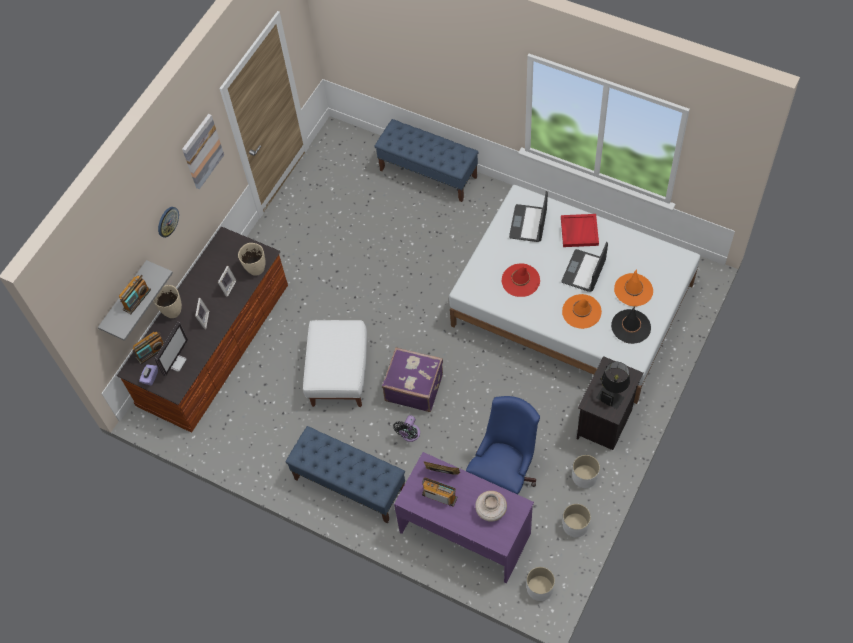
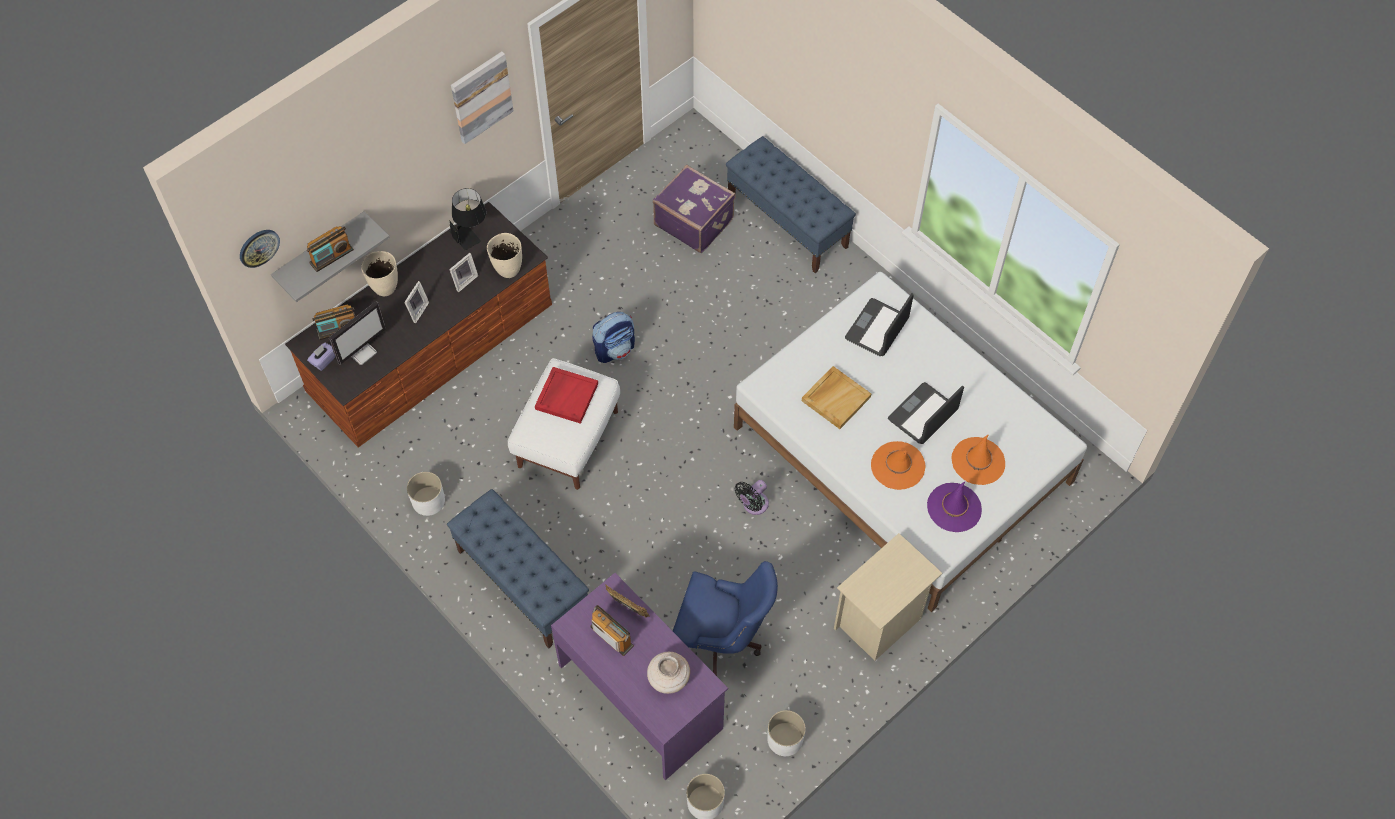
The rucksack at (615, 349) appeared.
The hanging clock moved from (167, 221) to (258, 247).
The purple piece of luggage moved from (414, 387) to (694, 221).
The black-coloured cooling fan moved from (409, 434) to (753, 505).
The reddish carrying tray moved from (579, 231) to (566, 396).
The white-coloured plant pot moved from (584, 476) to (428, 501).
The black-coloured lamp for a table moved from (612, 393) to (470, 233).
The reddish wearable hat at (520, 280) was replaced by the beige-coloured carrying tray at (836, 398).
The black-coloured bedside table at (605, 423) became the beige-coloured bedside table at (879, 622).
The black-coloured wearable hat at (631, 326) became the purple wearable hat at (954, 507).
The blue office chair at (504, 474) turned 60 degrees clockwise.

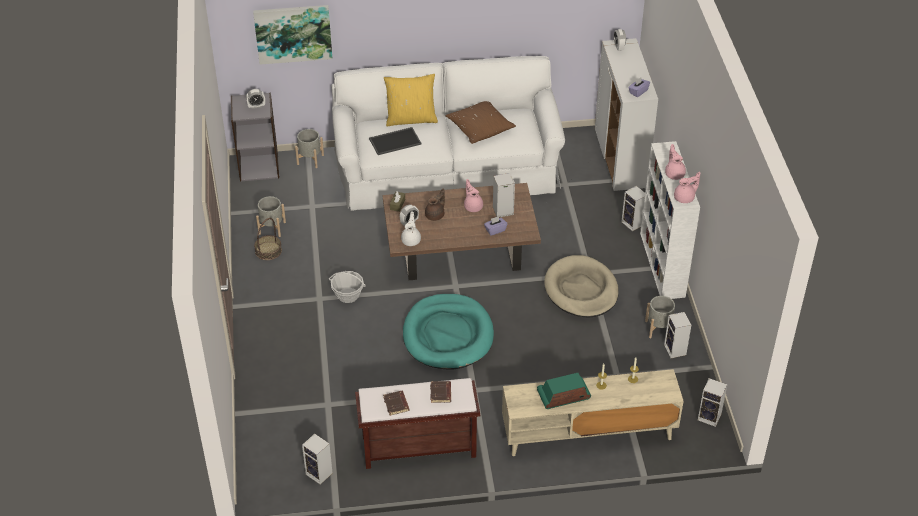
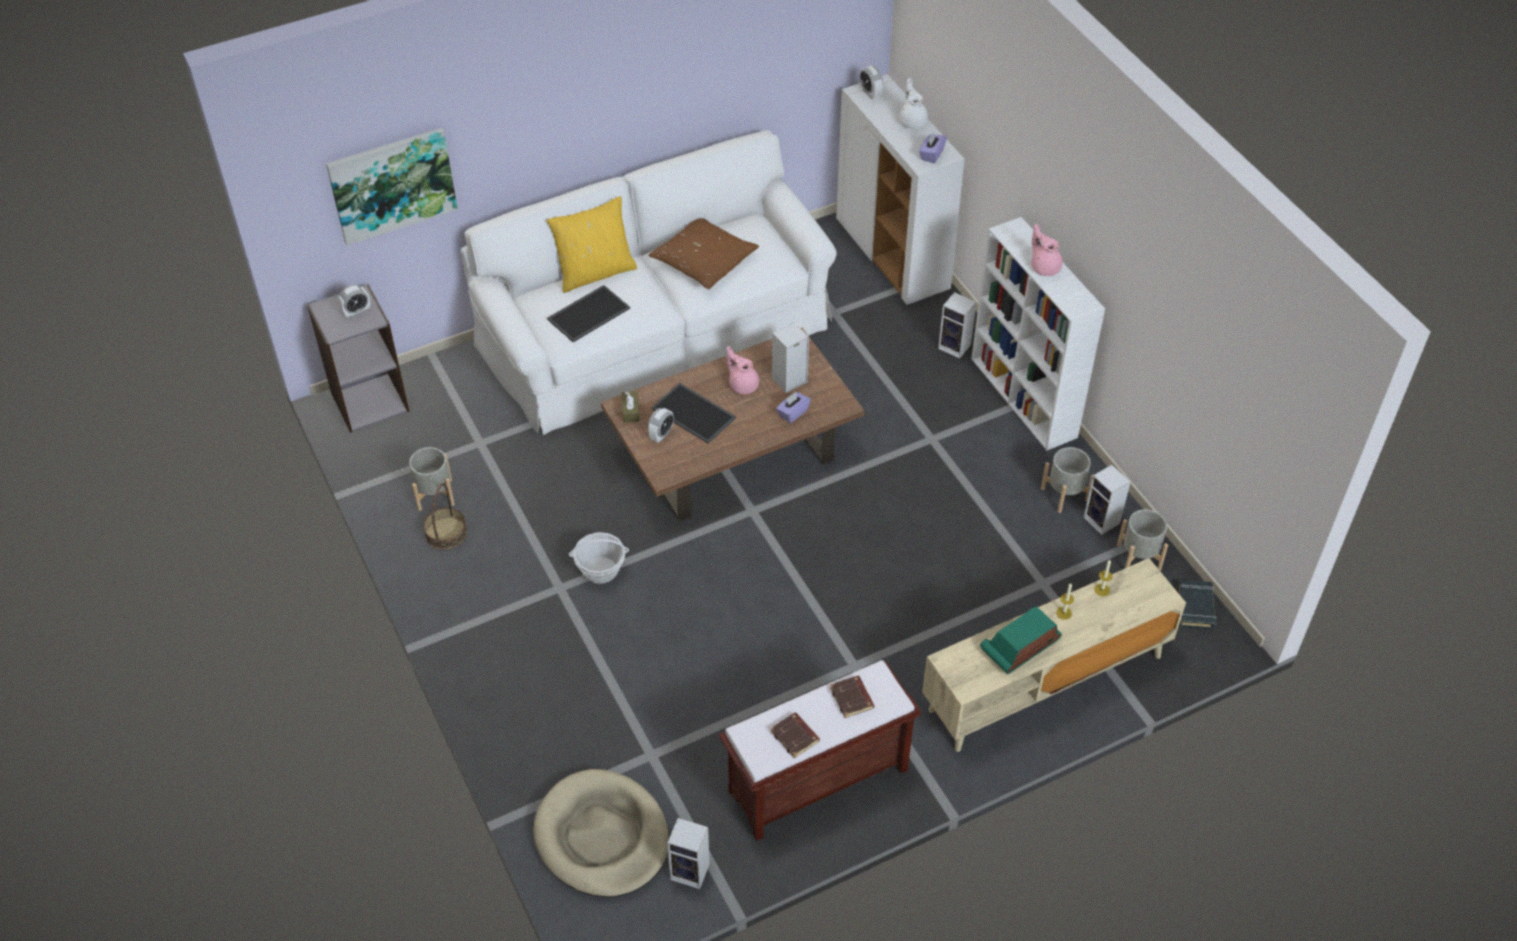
The turquoise-coloured pet bed at (448, 335) disappeared.
The pinkish tea pot at (685, 198) disappeared.
The gray plant pot moved from (310, 159) to (1138, 557).
The white-coloured tea pot moved from (411, 240) to (913, 121).
The beige-coloured pet bed moved from (581, 290) to (602, 837).
The brown-coloured tea pot at (435, 215) was replaced by the carrying tray at (695, 413).
The speaker at (710, 417) was replaced by the black-coloured book at (1196, 607).

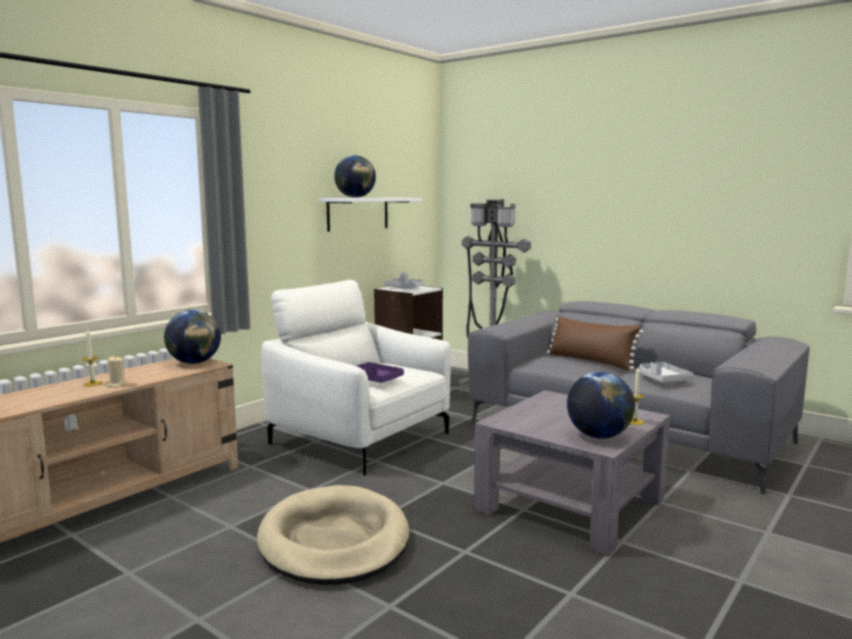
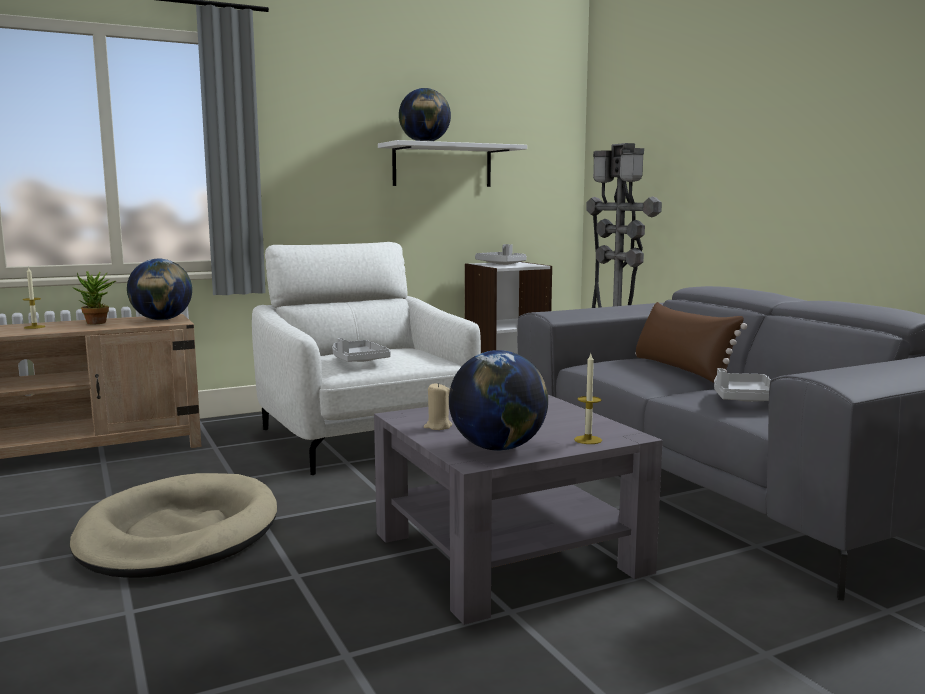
The potted plant at (97, 323) appeared.
The beige-coloured candle moved from (117, 385) to (438, 427).
The purple carrying tray at (375, 379) became the gray carrying tray at (357, 360).

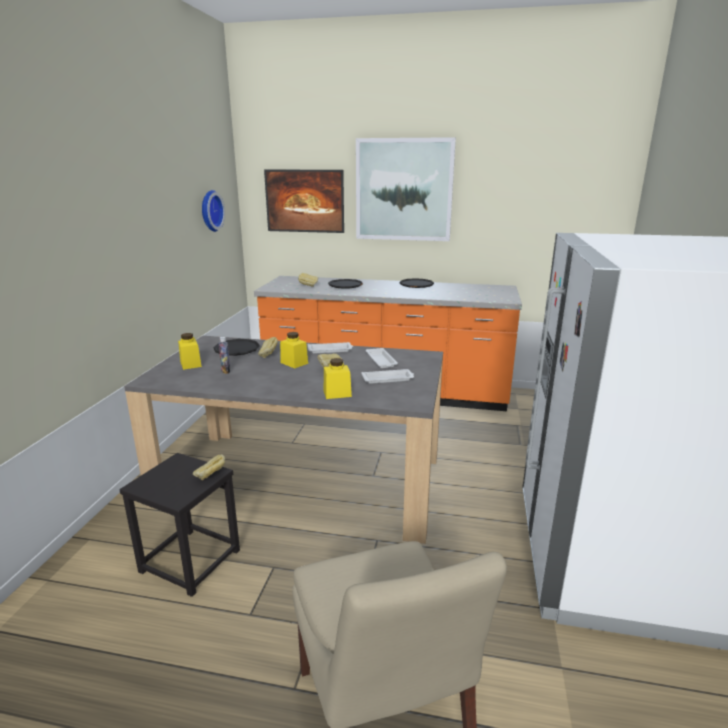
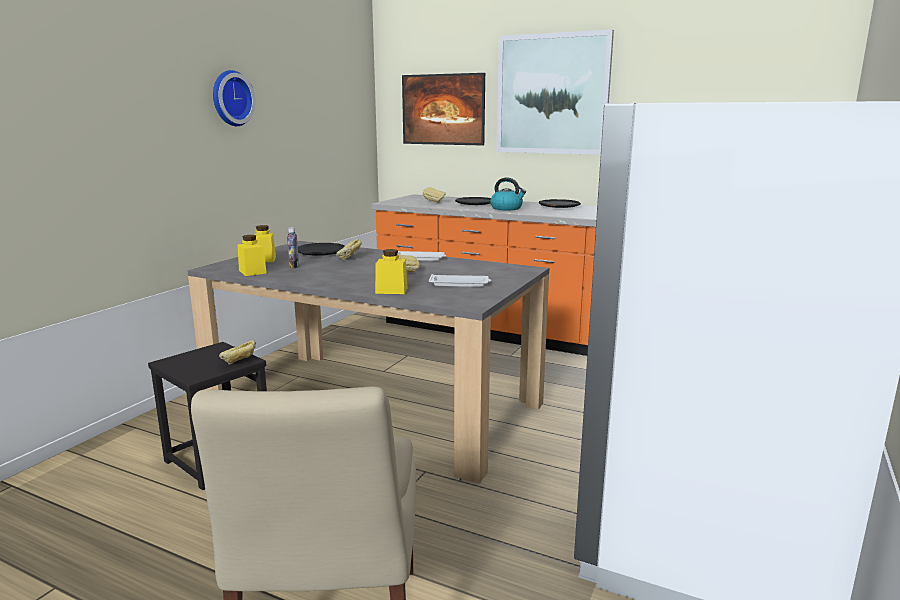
The white-coloured carrying tray at (381, 361) disappeared.
The kettle at (507, 208) appeared.
The hanging clock moved from (210, 211) to (230, 98).
The yellowish jar moved from (294, 363) to (252, 272).

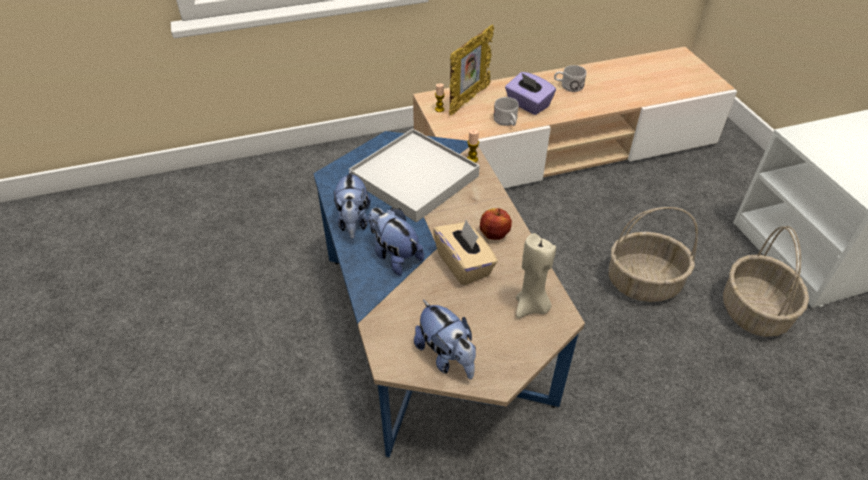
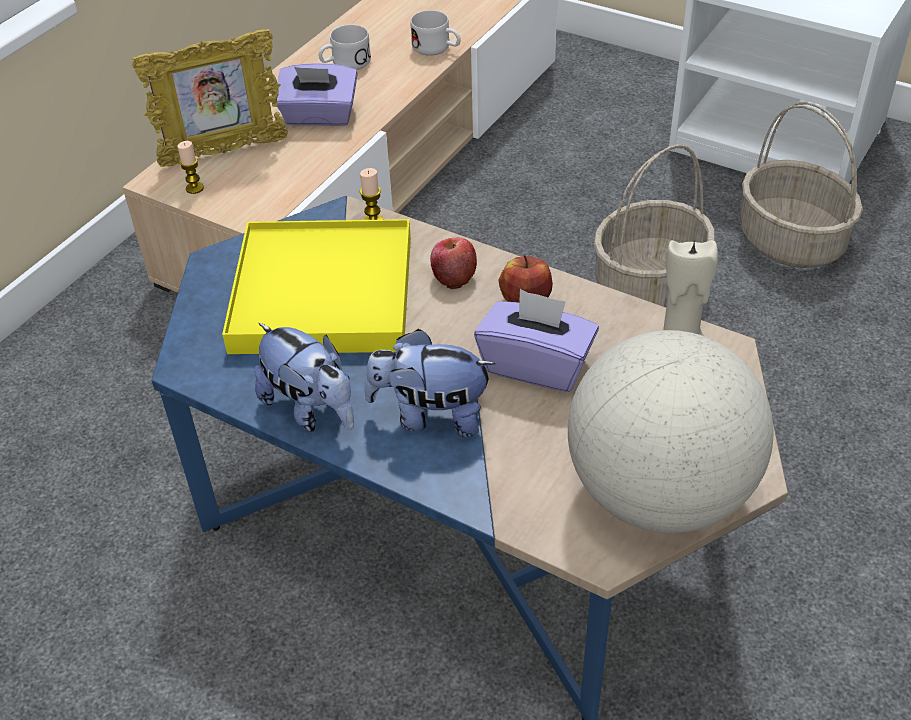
The apple fruit at (453, 276) appeared.
The white-coloured coffee mug moved from (507, 122) to (437, 48).
The cuddly toy at (446, 357) was replaced by the world globe at (659, 493).
The white-coloured carrying tray at (414, 178) became the yellowish carrying tray at (322, 294).
The beige-coloured tissue box at (464, 264) became the purple tissue box at (536, 365).
The photo frame at (468, 100) turned 75 degrees clockwise.

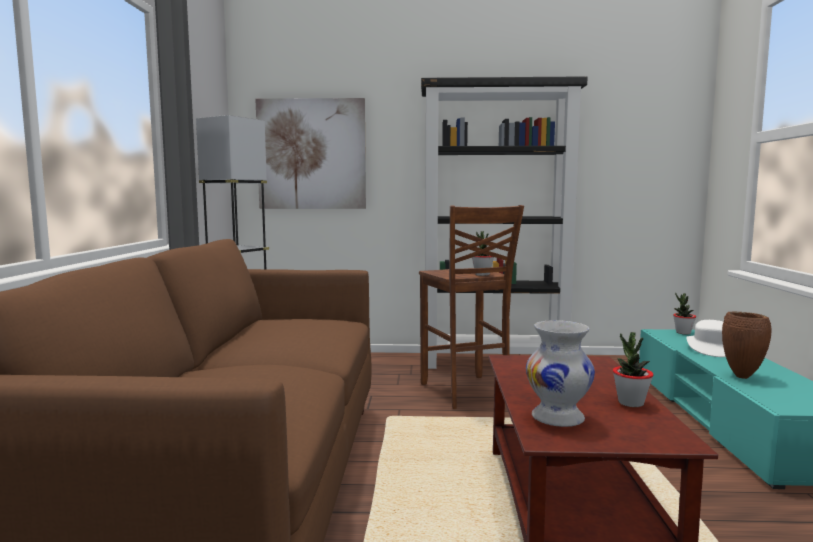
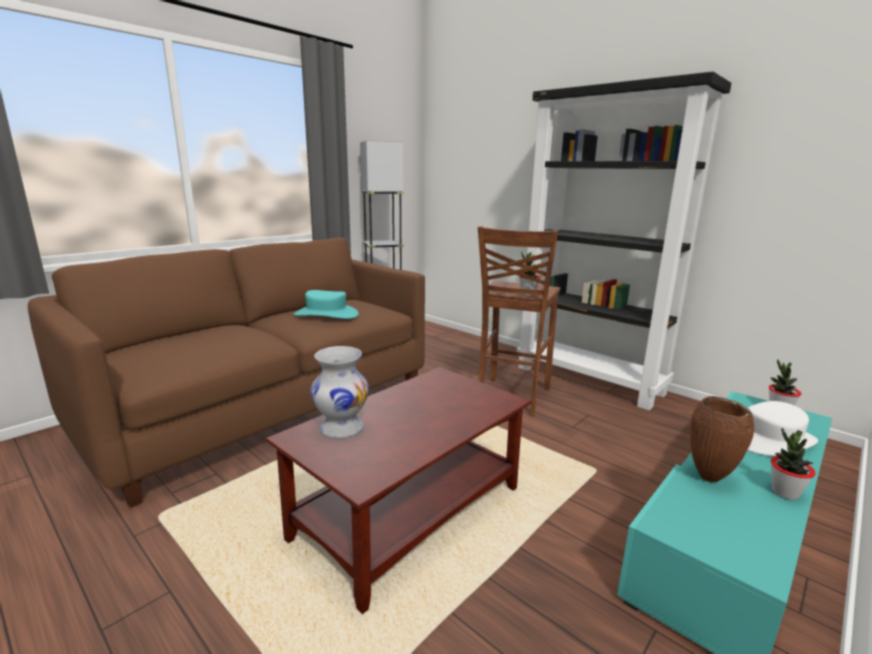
The picture at (311, 154) disappeared.
The turquoise-coloured wearable hat at (326, 314) appeared.
The potted plant moved from (630, 403) to (784, 492).

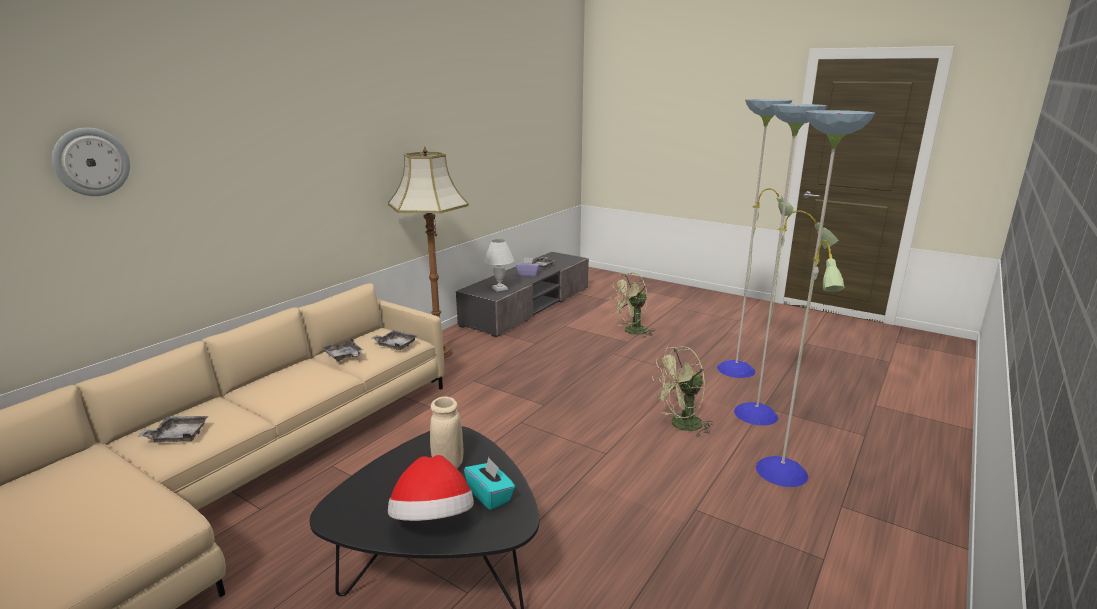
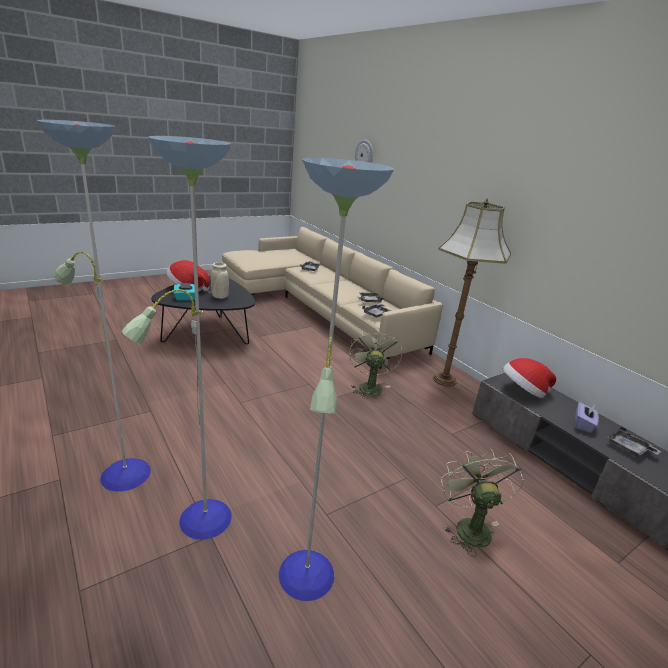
The green cooling fan moved from (680, 425) to (369, 386).
The white-coloured lamp for a table at (500, 288) was replaced by the wearable hat at (523, 392).

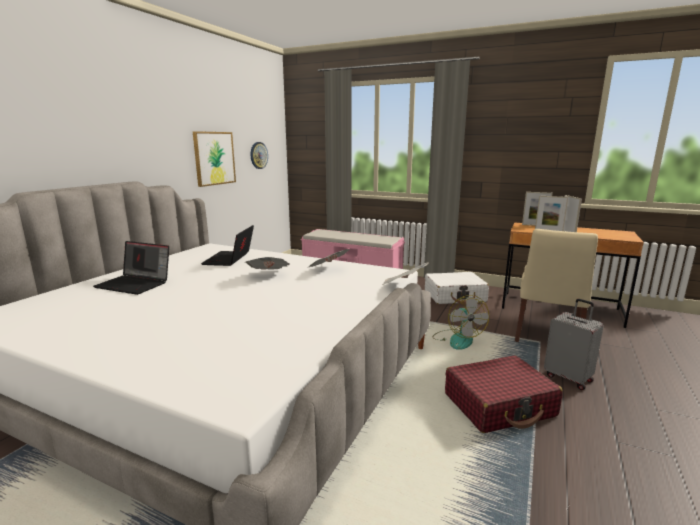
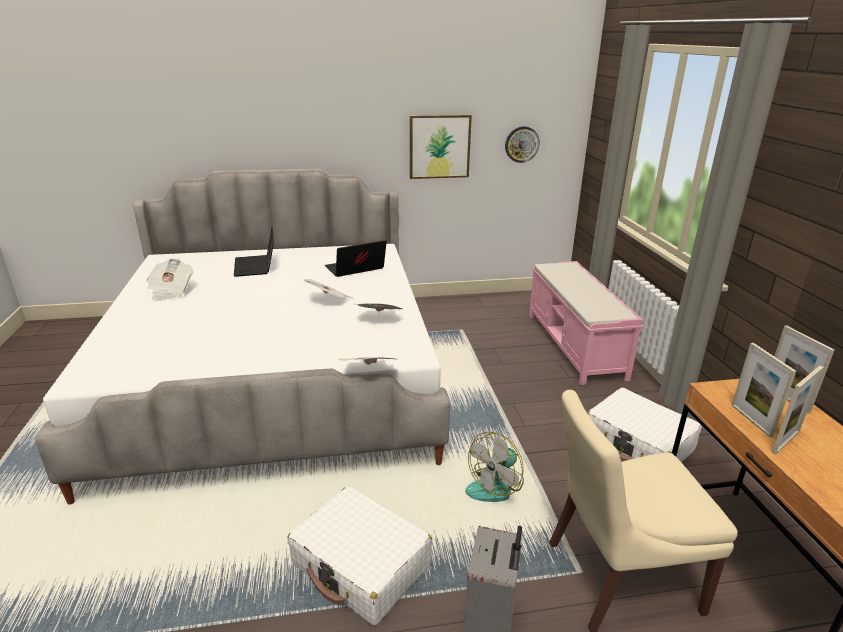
The newspaper at (170, 291) appeared.
The reddish piece of luggage at (499, 405) became the white-coloured piece of luggage at (361, 565).

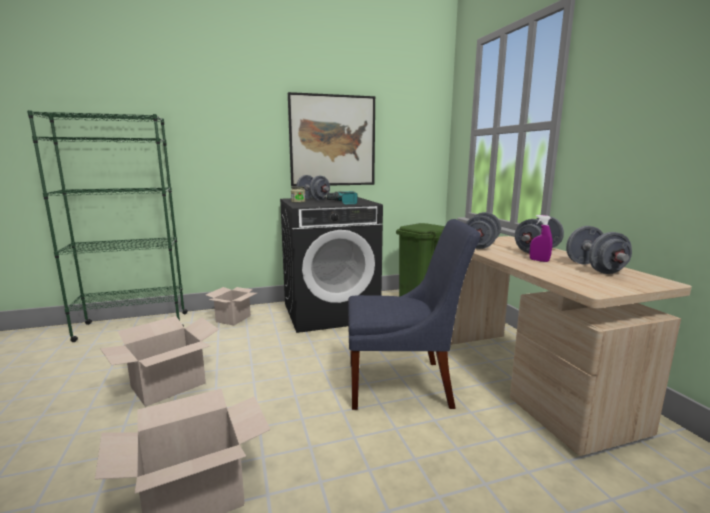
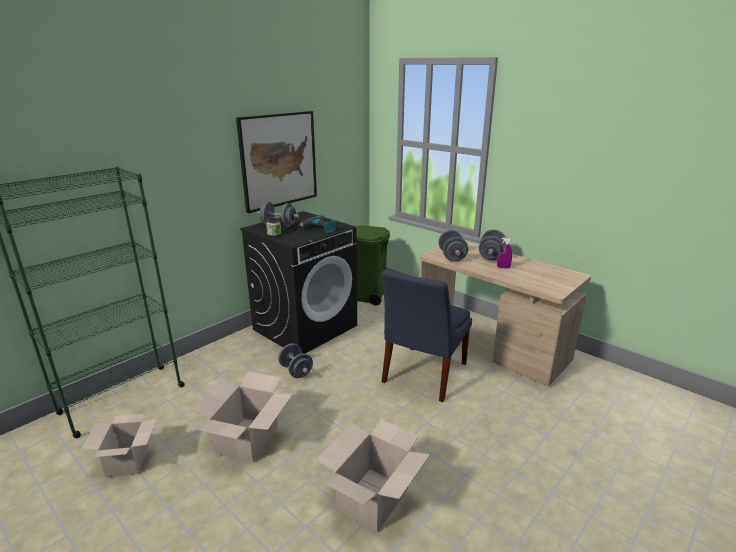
The cardboard box moved from (233, 319) to (128, 462).
The gray hand weight moved from (594, 268) to (296, 371).
The blue chair at (404, 384) turned 150 degrees clockwise.

